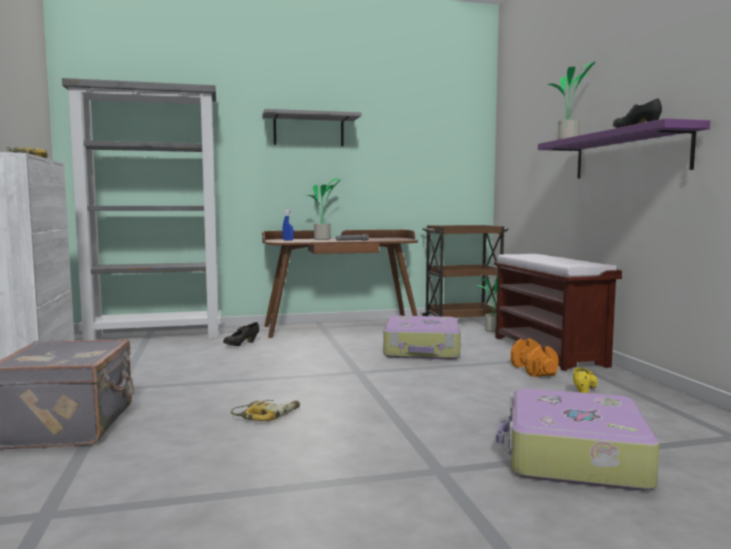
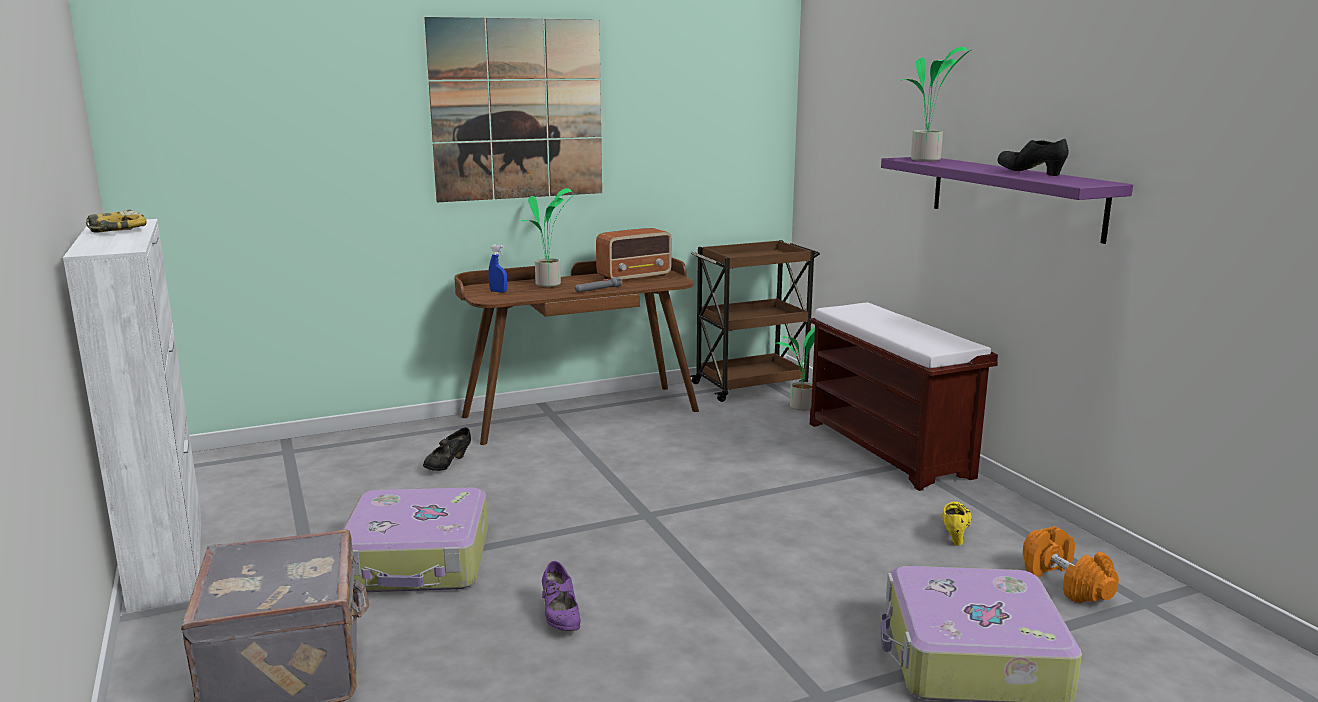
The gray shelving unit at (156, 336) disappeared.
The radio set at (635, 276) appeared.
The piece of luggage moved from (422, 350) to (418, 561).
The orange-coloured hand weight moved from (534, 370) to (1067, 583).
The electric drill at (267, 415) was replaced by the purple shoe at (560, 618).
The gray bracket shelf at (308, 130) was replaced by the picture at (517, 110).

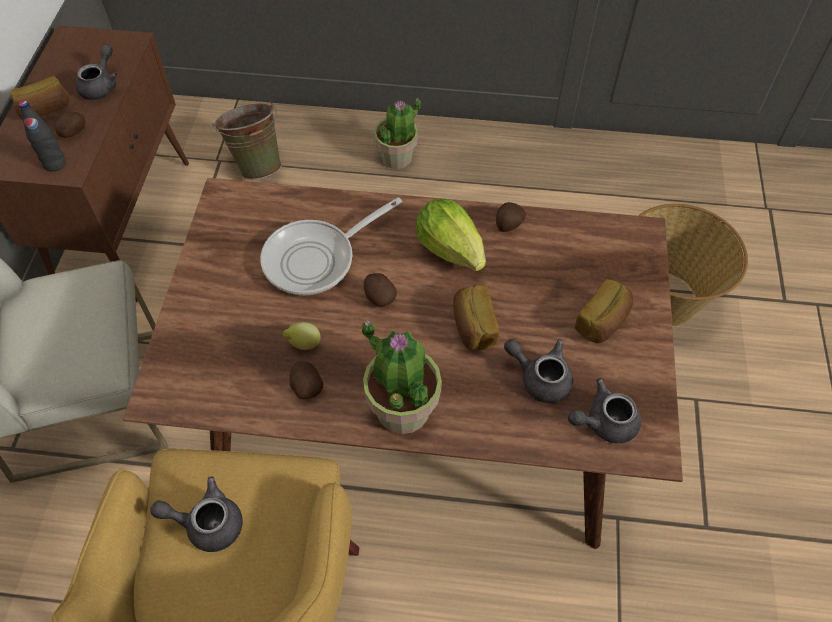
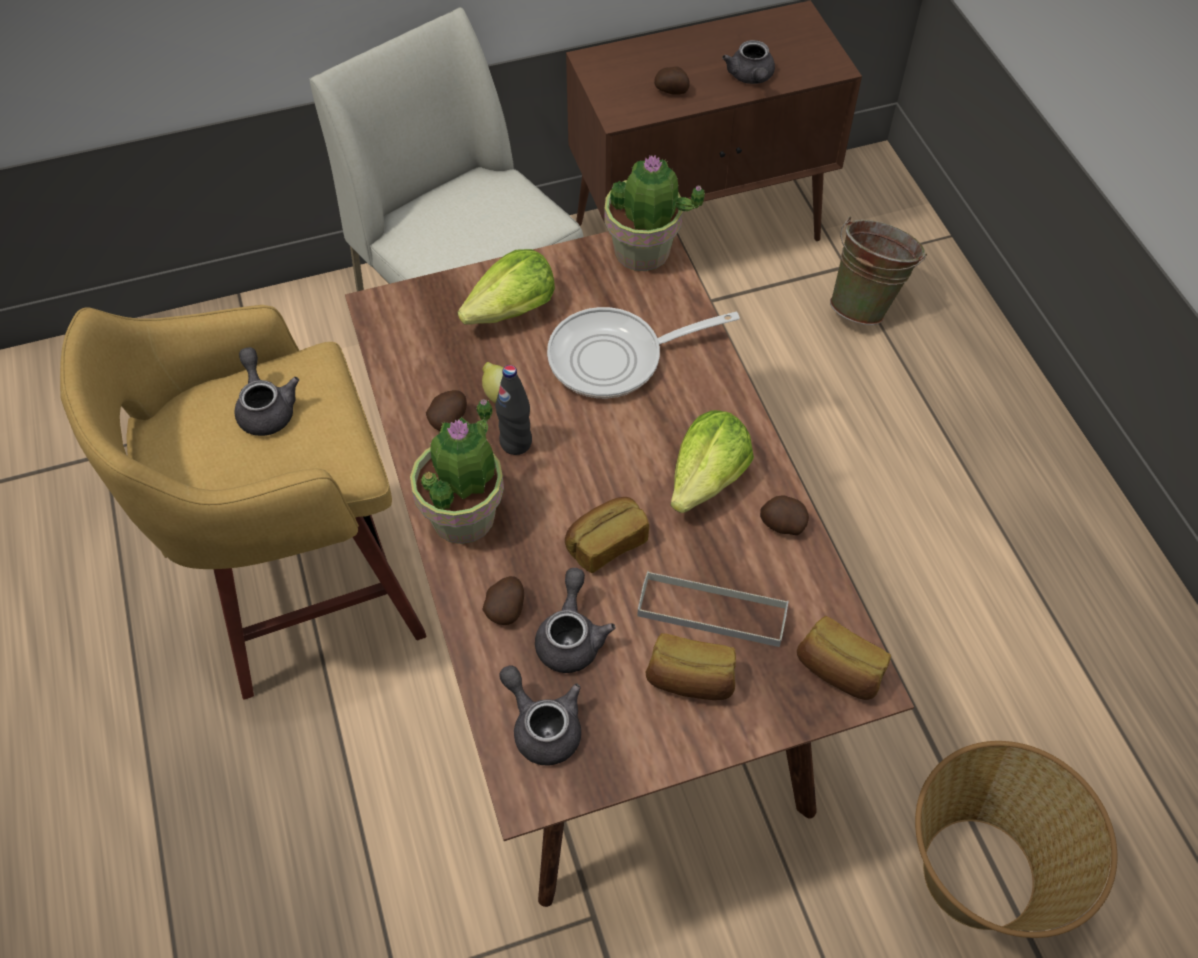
The head of lettuce at (512, 311) appeared.
The gray carrying tray at (712, 612) appeared.
The bread moved from (45, 110) to (838, 671).
The black-coloured beverage bottle moved from (55, 164) to (516, 442).
The whole potato moved from (379, 297) to (506, 608).
The potted plant moved from (397, 157) to (643, 251).
The gray tea pot at (102, 85) turned 90 degrees clockwise.
The pan at (316, 259) turned 45 degrees counterclockwise.

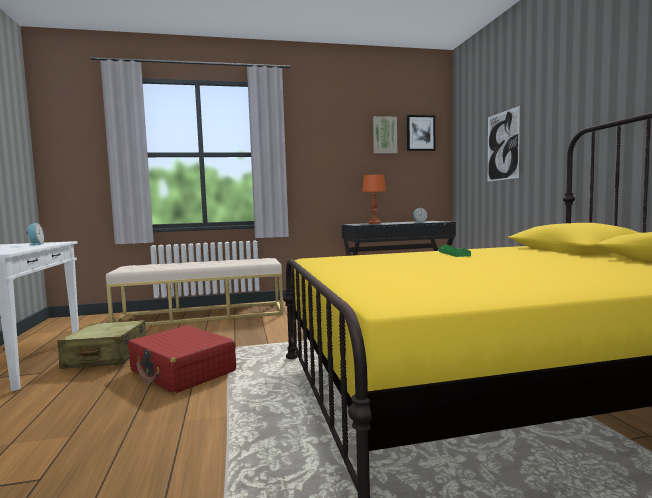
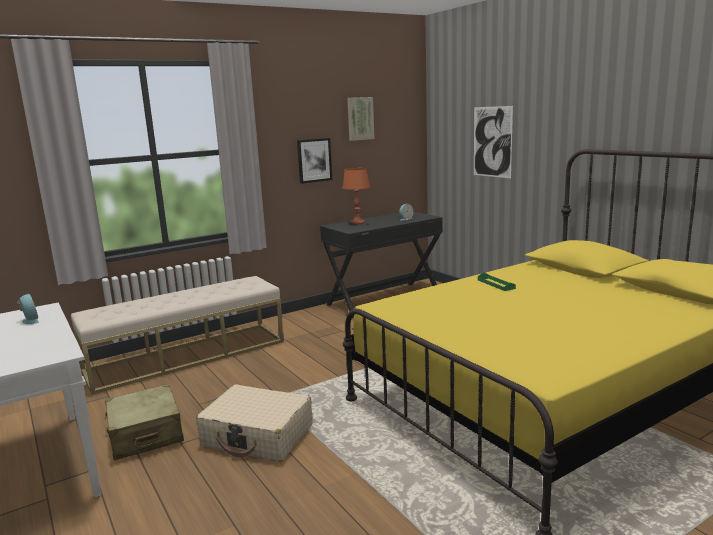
The picture moved from (420, 133) to (314, 160).
The reddish piece of luggage at (182, 371) became the beige-coloured piece of luggage at (258, 435).

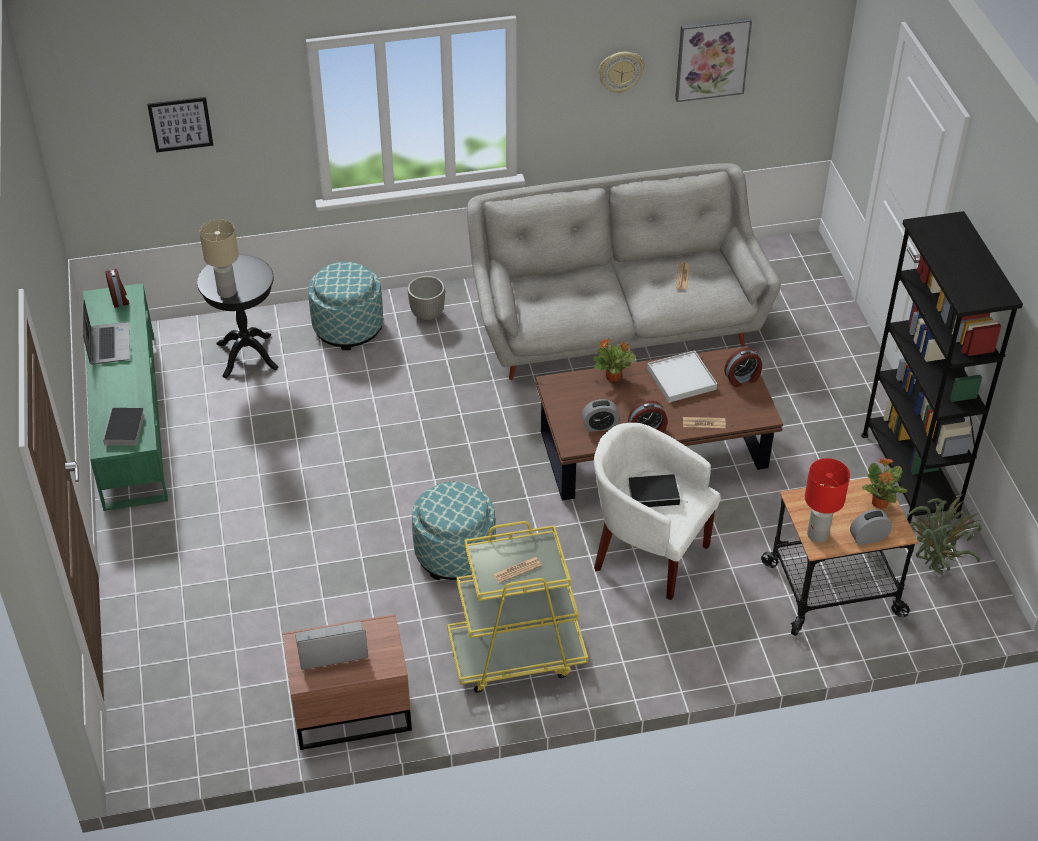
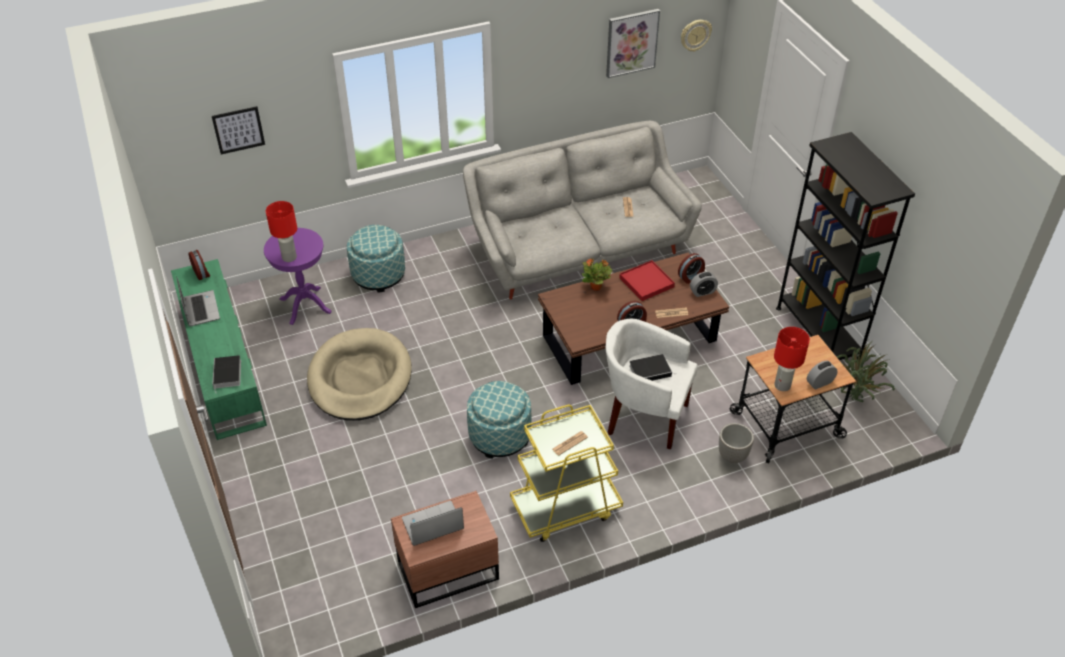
The potted plant at (879, 503) disappeared.
The beige-coloured pet bed at (360, 378) appeared.
The plant pot moved from (427, 314) to (732, 456).
The bedside clock moved from (600, 426) to (702, 292).
The hanging clock moved from (620, 71) to (695, 35).
The black-coloured end table at (247, 356) became the purple end table at (305, 305).
The beige-coloured lamp for a table at (226, 292) became the reddish lamp for a table at (289, 258).
The white-coloured carrying tray at (681, 379) became the reddish carrying tray at (646, 282).

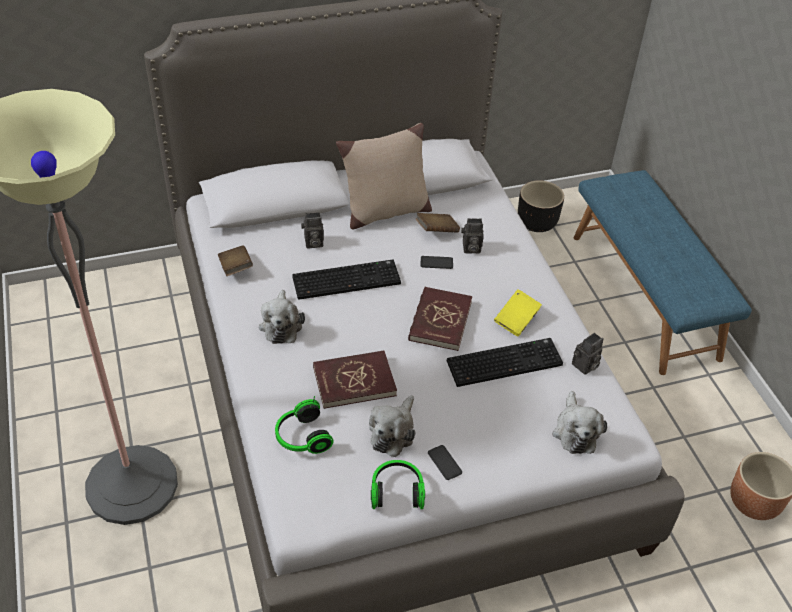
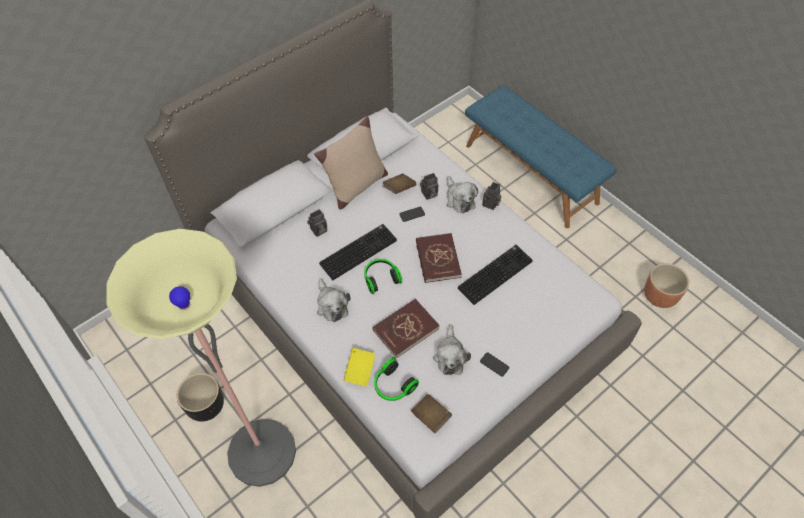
The brown-coloured book moved from (235, 268) to (431, 417).
The pair of headphones moved from (397, 491) to (381, 278).
The yellowish book moved from (516, 320) to (360, 371).
The black-coloured plant pot moved from (537, 224) to (206, 406).
The cuddly toy moved from (575, 431) to (459, 199).
The photo camera moved from (584, 366) to (491, 204).

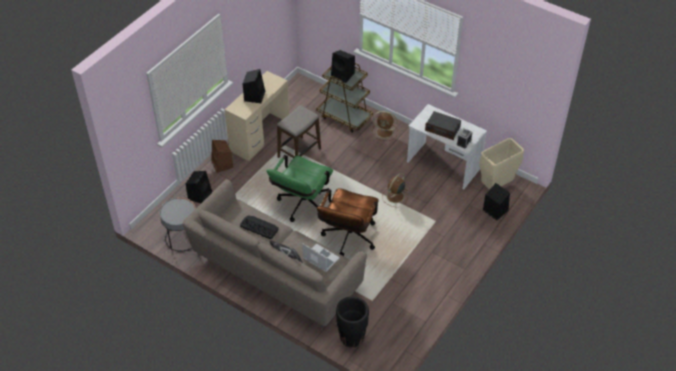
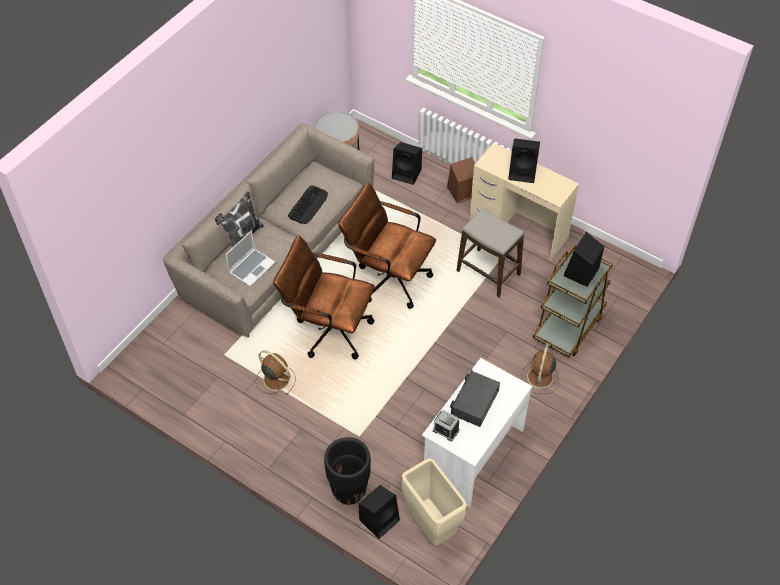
The black-coloured plant pot moved from (351, 338) to (349, 491).
The brown-coloured cooling fan moved from (394, 197) to (275, 379).
The green office chair at (301, 206) became the brown-coloured office chair at (387, 277).

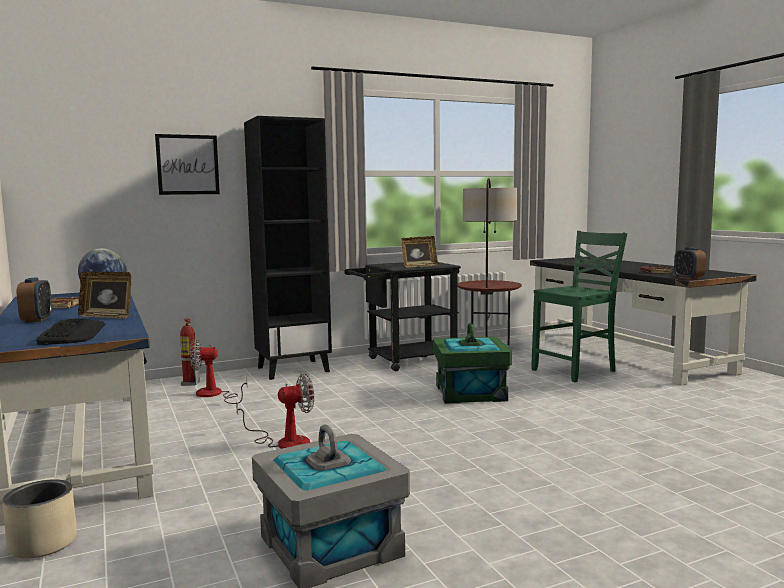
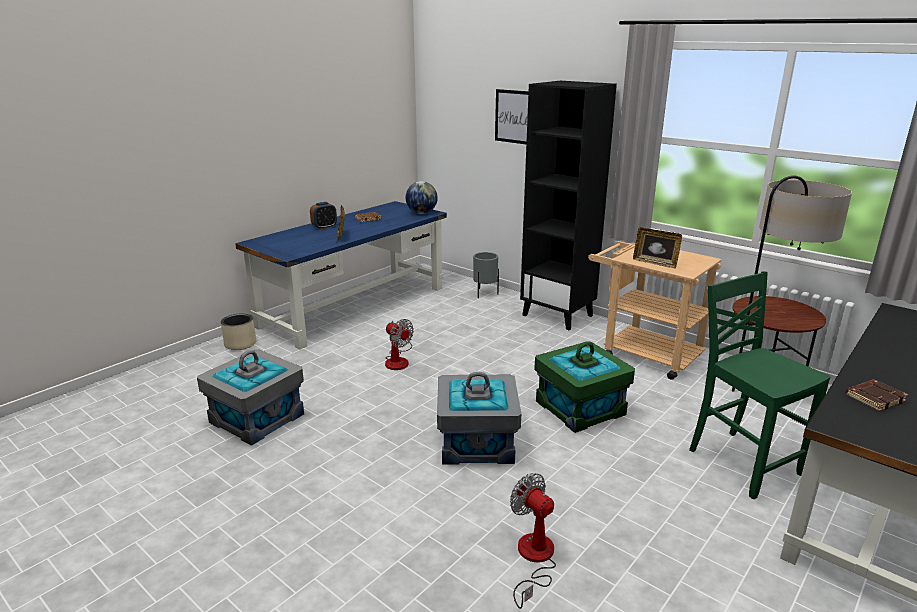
The PC keyboard at (73, 333) disappeared.
The bedside clock at (688, 278) disappeared.
The gray storage bin at (477, 442) appeared.
The cooling fan moved from (214, 395) to (533, 559).
The fire-fighting cylinder at (190, 383) was replaced by the gray plant pot at (485, 294).
The black-coloured cart at (404, 361) became the beige-coloured cart at (643, 353).
The green chair at (576, 371) turned 150 degrees counterclockwise.

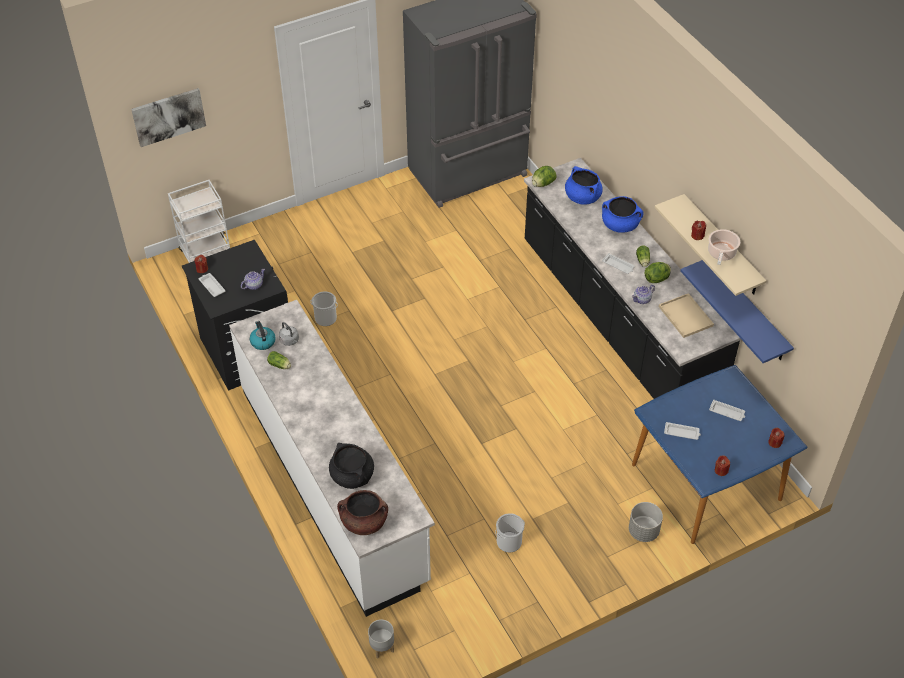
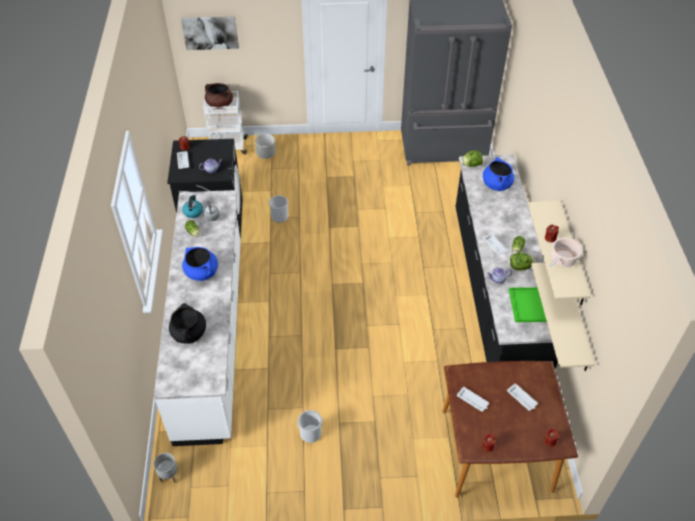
The brown-coloured cooking pot moved from (364, 522) to (219, 104).
The blue cooking pot moved from (620, 225) to (202, 272).
The gray plant pot moved from (643, 531) to (266, 154).
The blue dining table at (705, 482) became the brown-coloured dining table at (495, 450).
The beige-coloured carrying tray at (686, 317) became the green carrying tray at (528, 306).
The blue bracket shelf at (748, 310) became the beige-coloured bracket shelf at (575, 318).

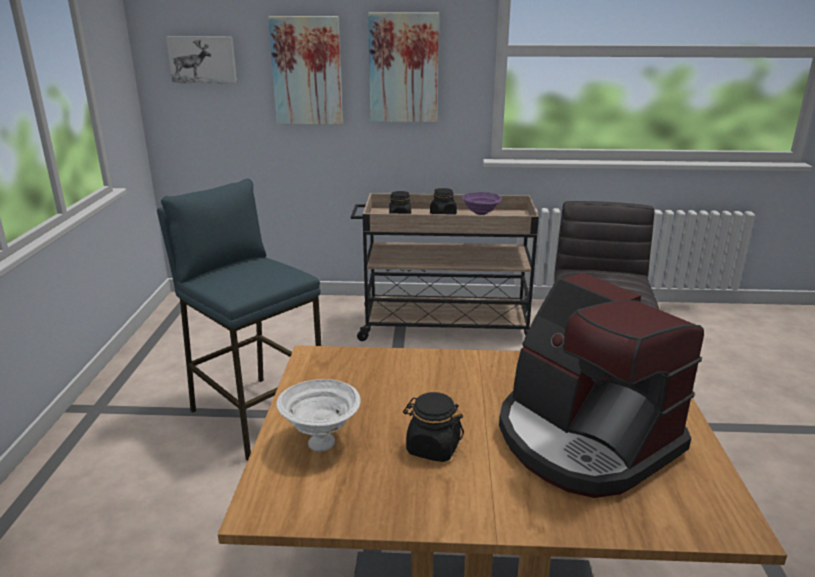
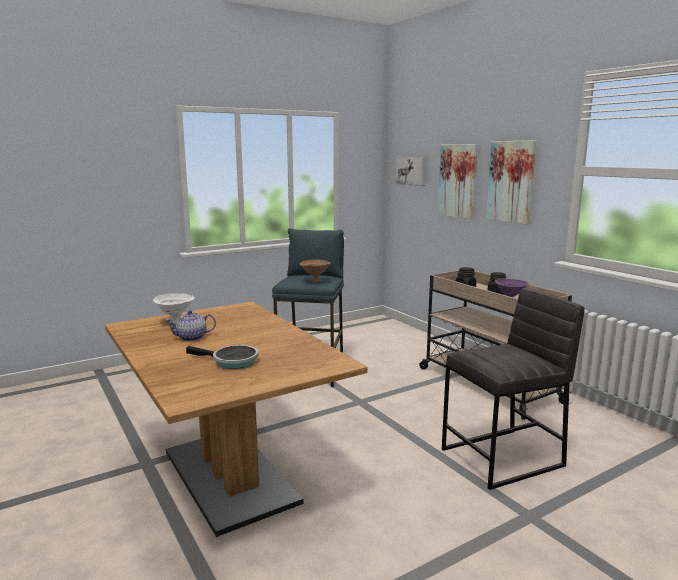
The brown-coloured serving bowl at (315, 281) appeared.
The black-coloured jar at (432, 447) was replaced by the tea pot at (191, 338).
The coffee brewer at (583, 440) was replaced by the pan at (231, 361).

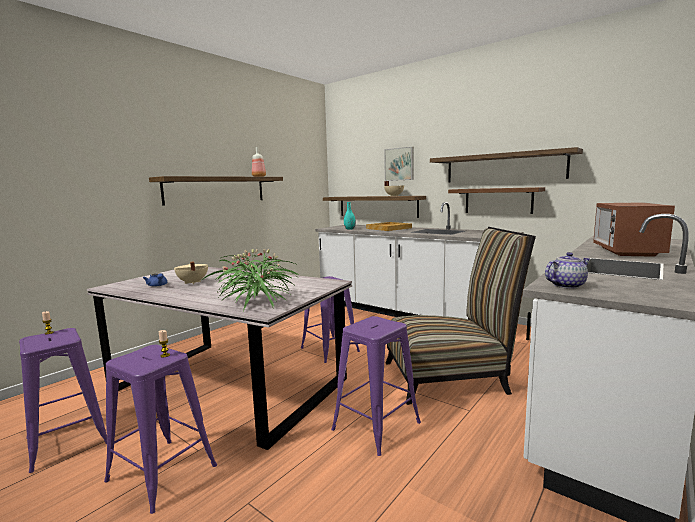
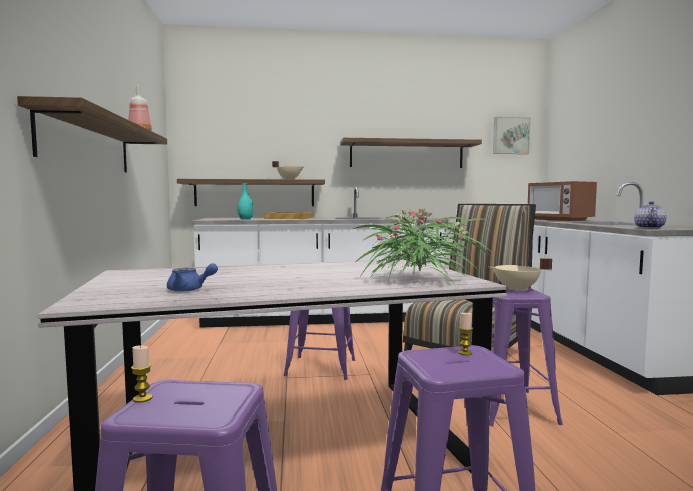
The brown-coloured bracket shelf at (498, 200) disappeared.
The beige-coloured cooking pot moved from (192, 282) to (517, 290).
The picture moved from (399, 164) to (510, 136).

